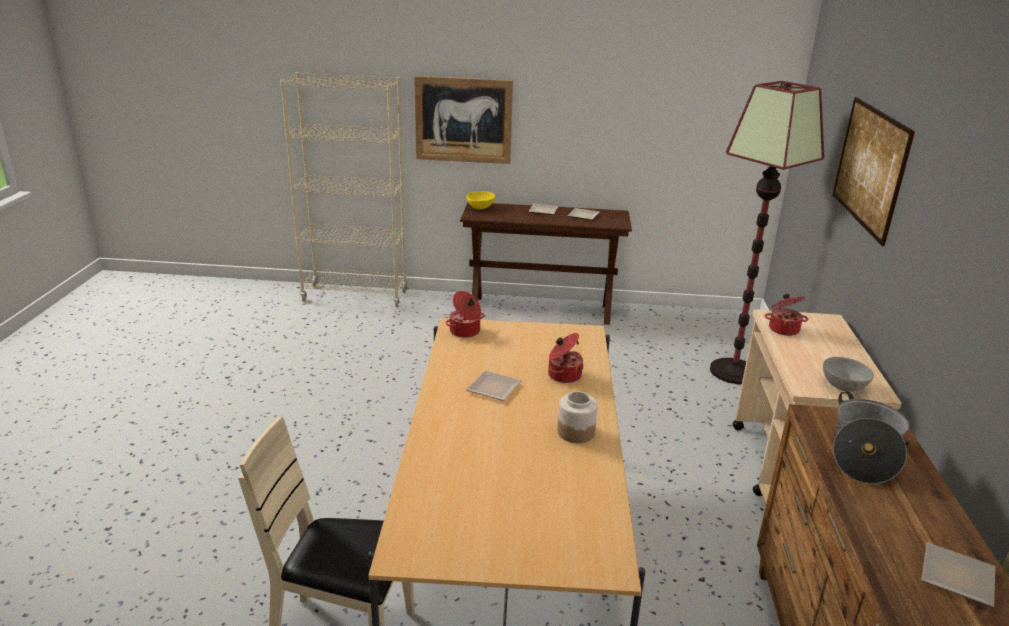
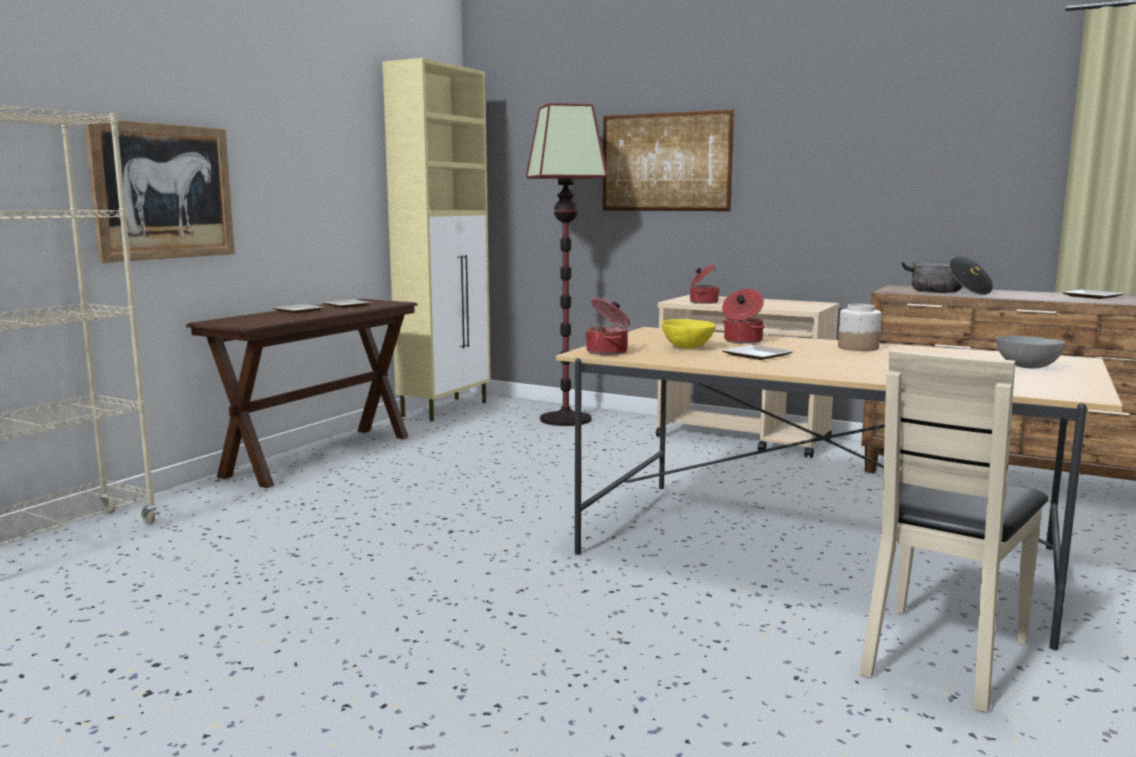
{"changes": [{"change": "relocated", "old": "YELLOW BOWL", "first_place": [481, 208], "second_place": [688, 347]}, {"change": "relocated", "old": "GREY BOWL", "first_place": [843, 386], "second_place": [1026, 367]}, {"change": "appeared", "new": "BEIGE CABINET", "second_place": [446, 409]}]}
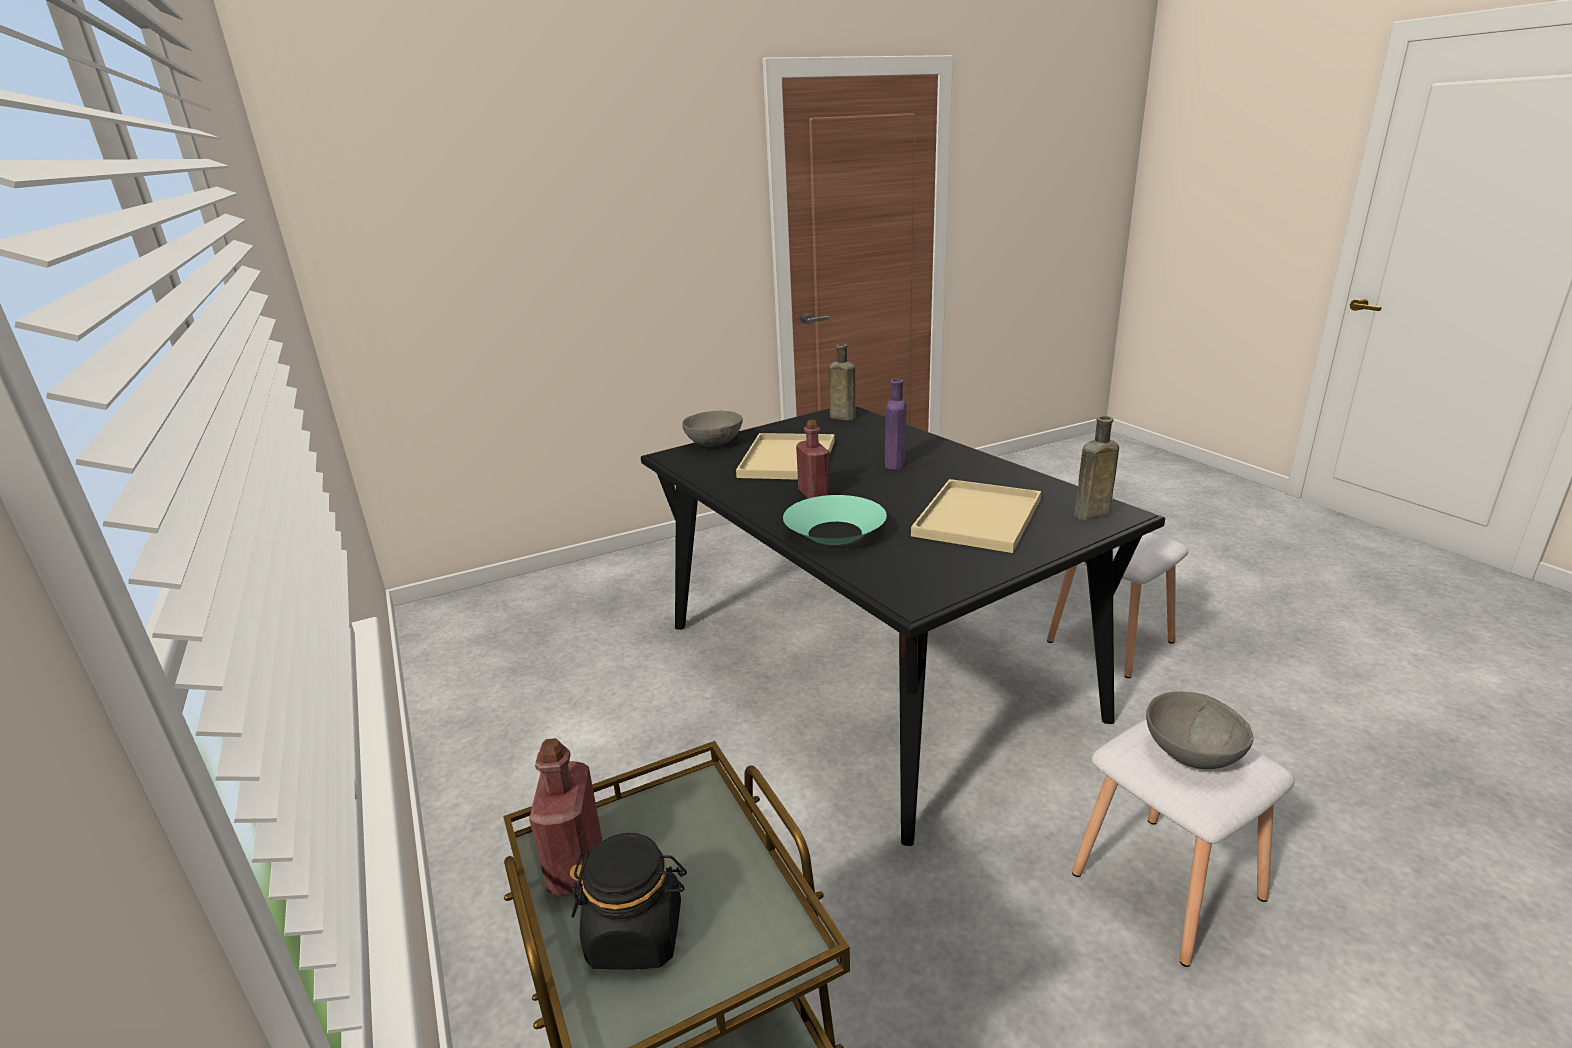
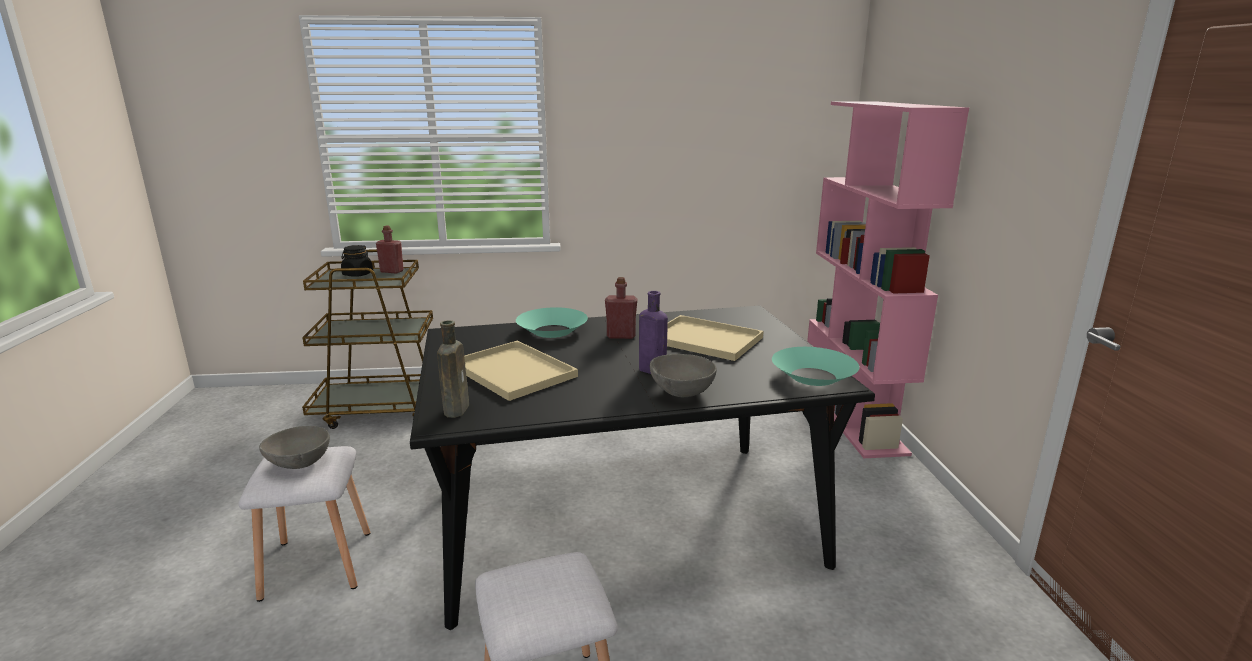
{"changes": [{"change": "relocated", "old": "GREY BOWL", "first_place": [714, 443], "second_place": [682, 393]}, {"change": "exchanged", "old": "BROWN BOTTLE", "new": "TURQUOISE BOWL", "first_place": [840, 417], "second_place": [813, 376]}, {"change": "appeared", "new": "PINK BOOKCASE", "second_place": [852, 416]}]}
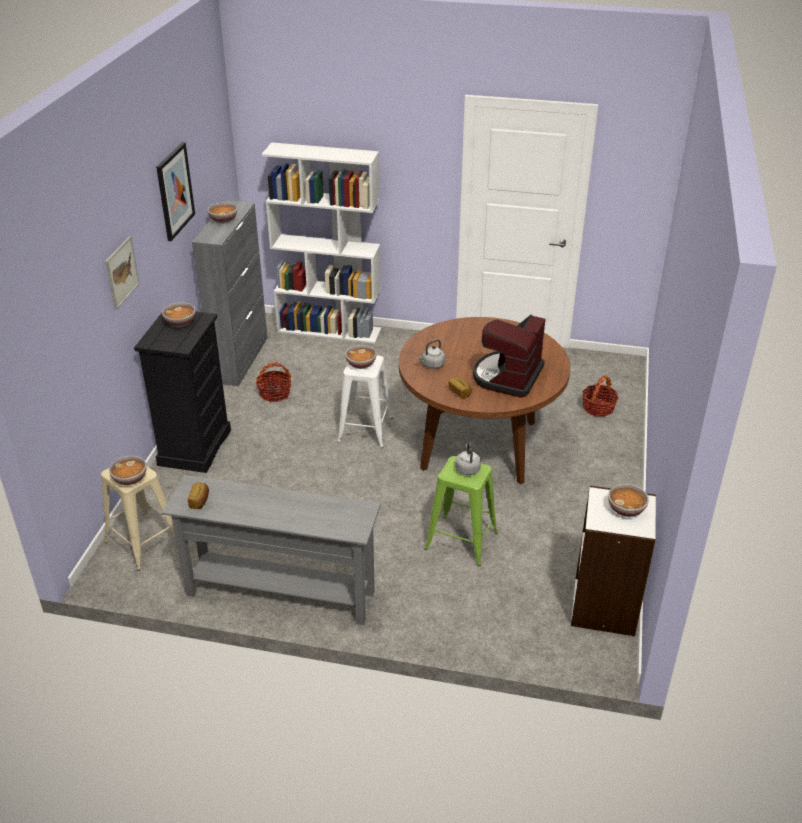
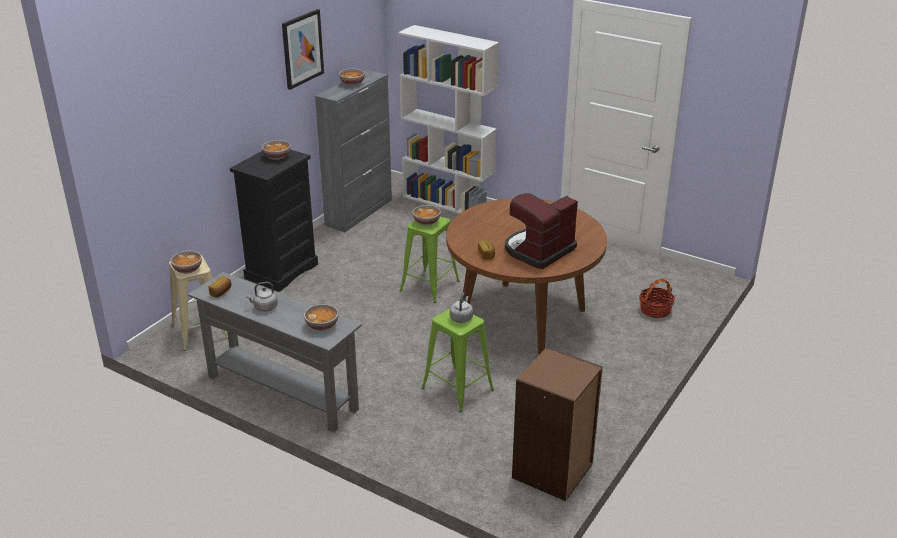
{"changes": [{"change": "missing", "old": "PICTURE", "first_place": [121, 272]}, {"change": "missing", "old": "BASKET", "first_place": [275, 393]}, {"change": "colour", "old": "WHITE STOOL", "new": "GREEN STOOL", "first_place": [365, 430], "second_place": [429, 286]}, {"change": "relocated", "old": "GREY KETTLE", "first_place": [432, 365], "second_place": [264, 307]}, {"change": "colour", "old": "WHITE BOOKCASE", "new": "BROWN BOOKCASE", "first_place": [605, 607], "second_place": [553, 471]}, {"change": "relocated", "old": "BOWL", "first_place": [626, 509], "second_place": [322, 325]}]}
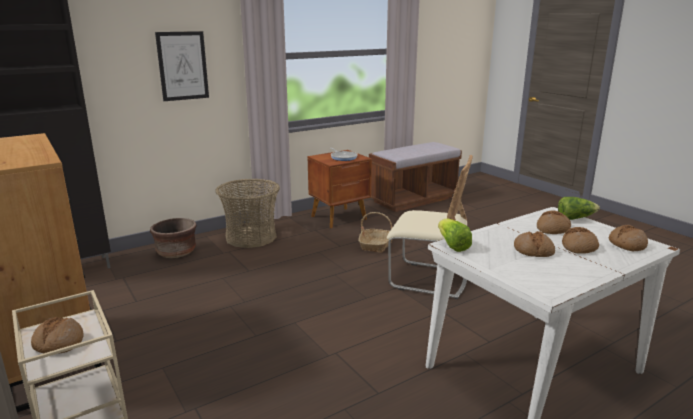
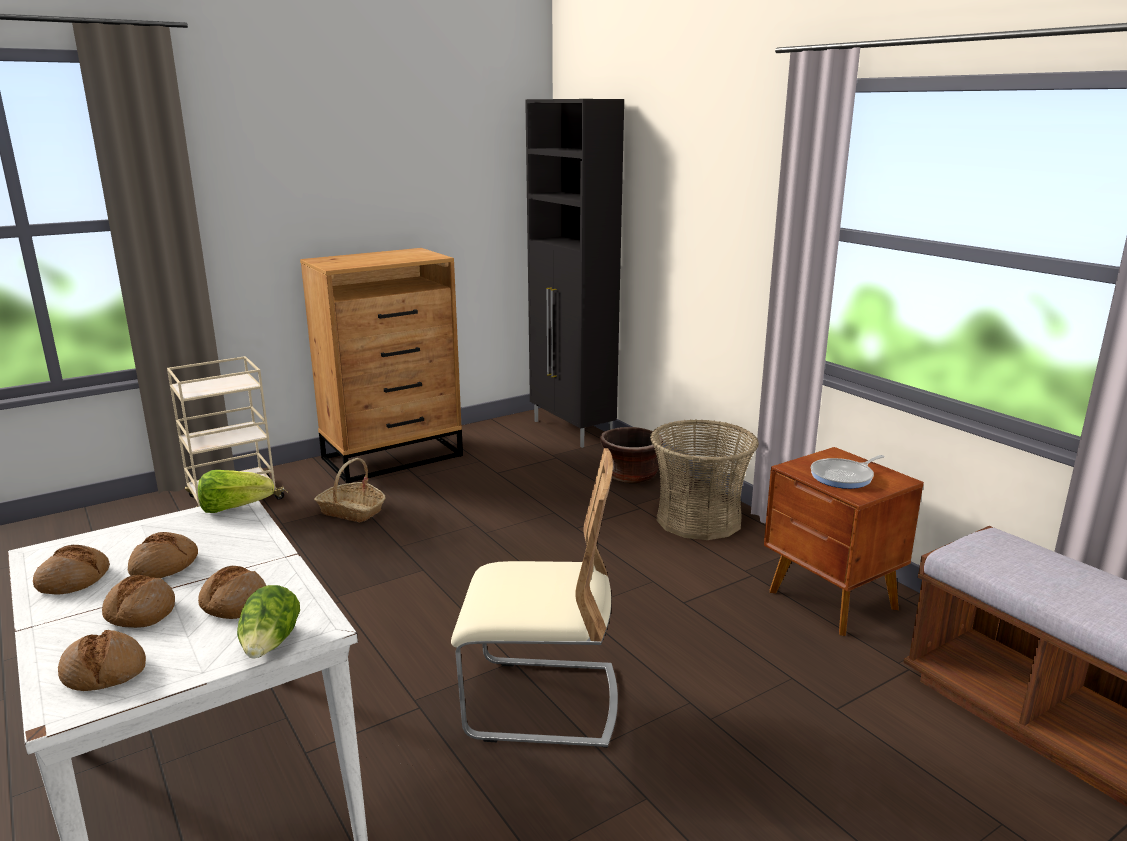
{"changes": [{"change": "relocated", "old": "BREAD", "first_place": [58, 343], "second_place": [74, 580]}, {"change": "missing", "old": "PICTURE", "first_place": [183, 66]}, {"change": "relocated", "old": "BASKET", "first_place": [376, 245], "second_place": [351, 511]}, {"change": "spun", "old": "BEIGE CHAIR", "first_place": [428, 279], "second_place": [541, 702], "degrees": -105}]}
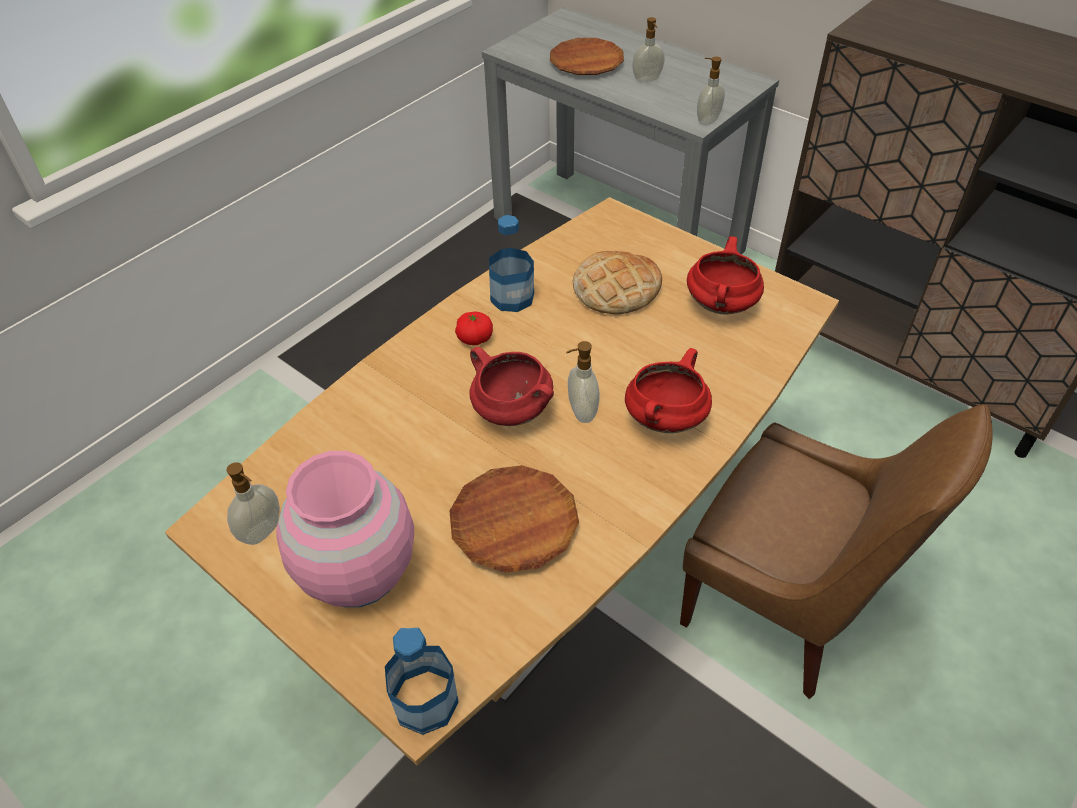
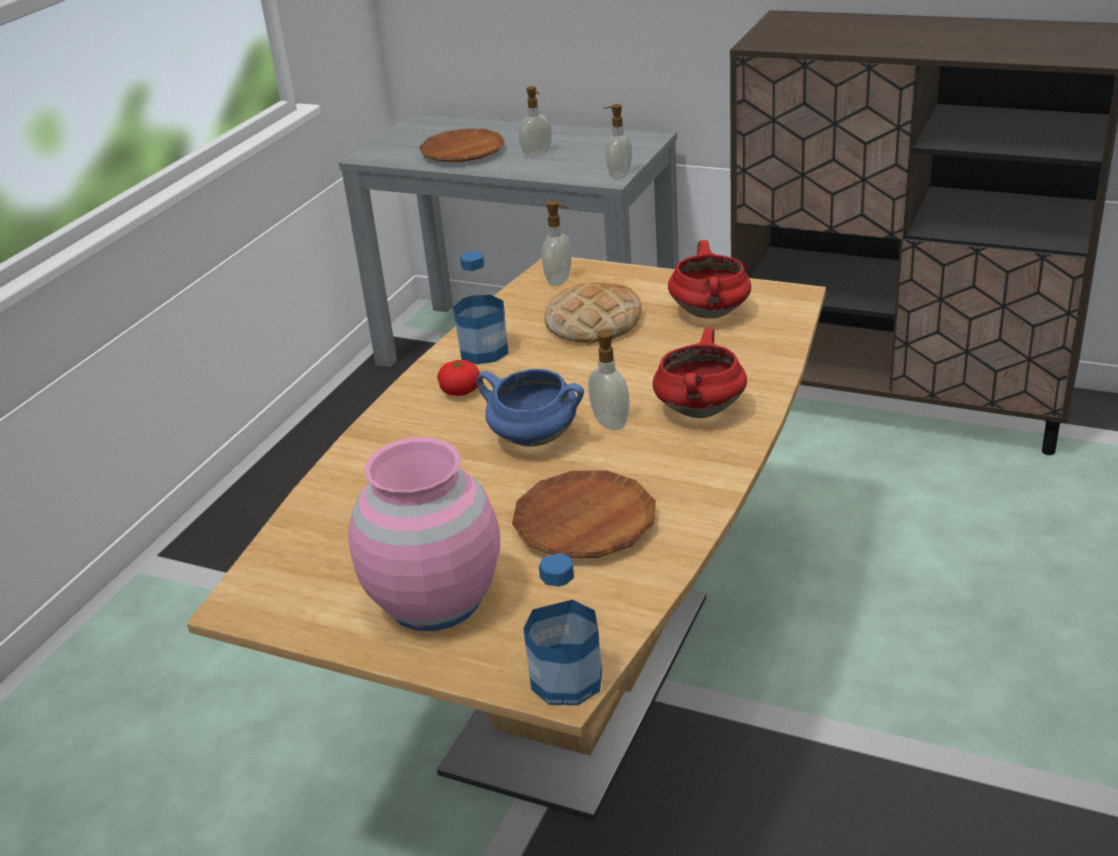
{"changes": [{"change": "relocated", "old": "SOAP DISPENSER", "first_place": [263, 532], "second_place": [560, 280]}, {"change": "colour", "old": "RED COOKING POT", "new": "BLUE COOKING POT", "first_place": [510, 411], "second_place": [532, 439]}, {"change": "missing", "old": "BROWN CHAIR", "first_place": [785, 606]}]}
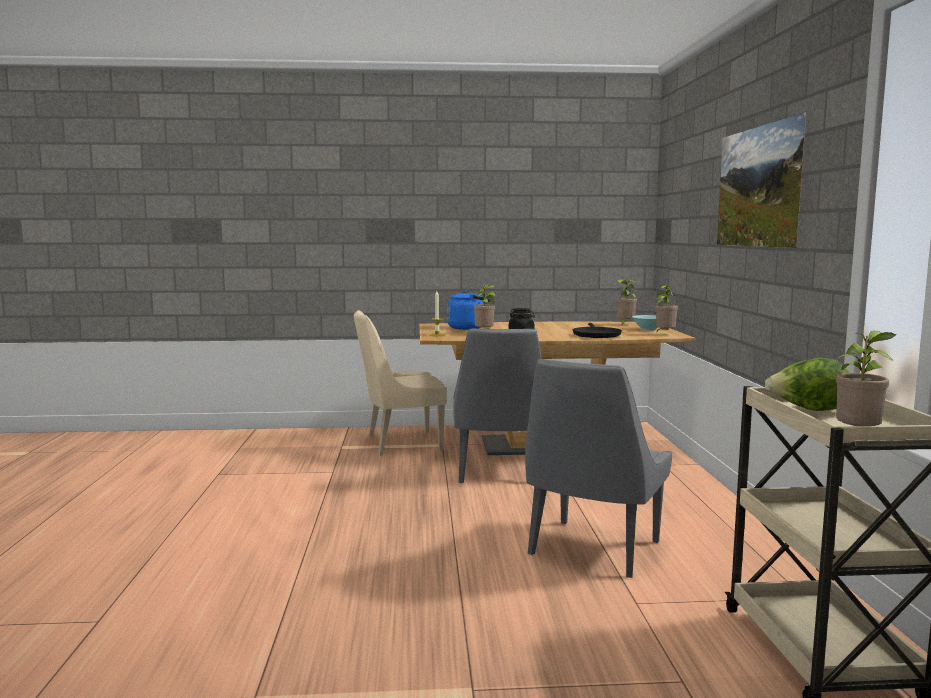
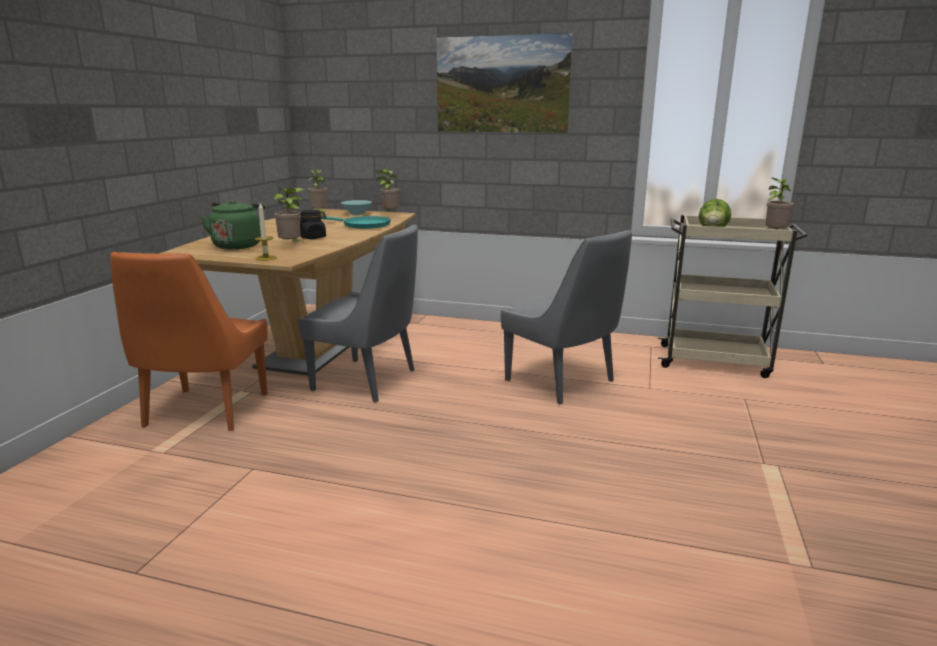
{"changes": [{"change": "colour", "old": "BEIGE CHAIR", "new": "ORANGE CHAIR", "first_place": [401, 444], "second_place": [204, 412]}, {"change": "colour", "old": "BLUE KETTLE", "new": "GREEN KETTLE", "first_place": [469, 328], "second_place": [238, 245]}, {"change": "colour", "old": "BLACK FRYING PAN", "new": "TURQUOISE FRYING PAN", "first_place": [596, 335], "second_place": [363, 225]}]}
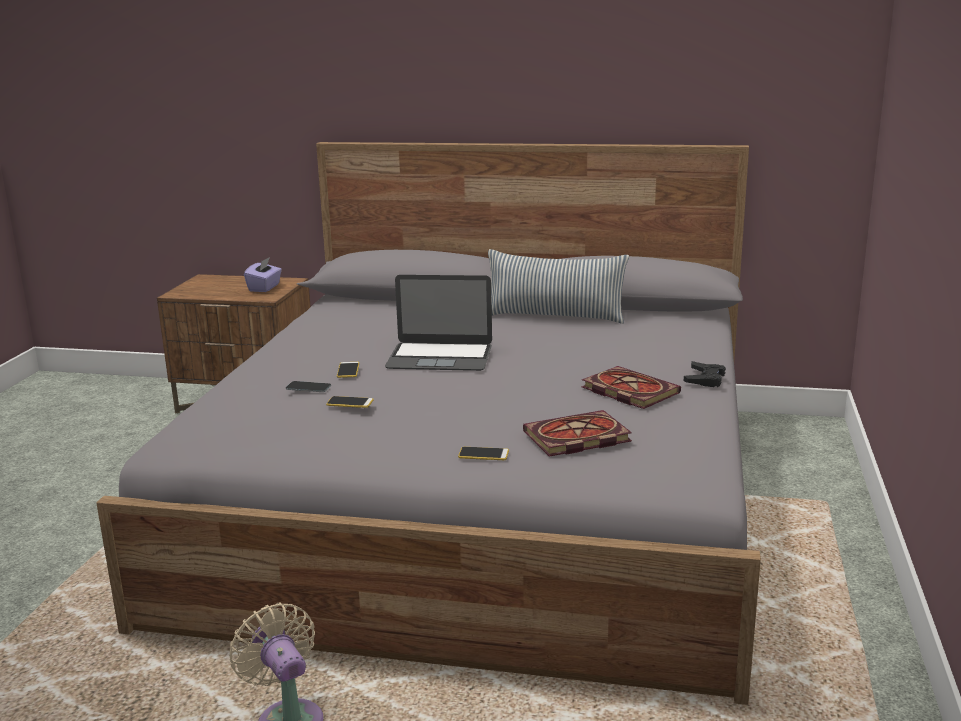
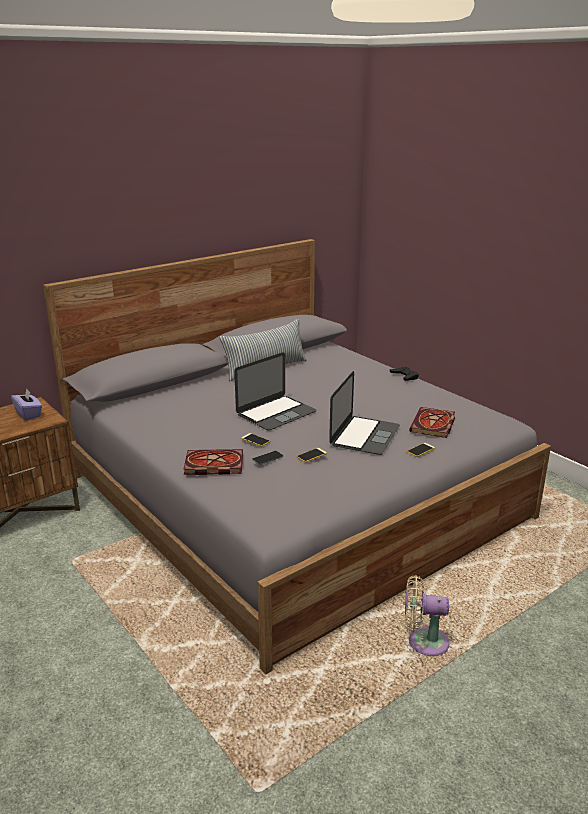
{"changes": [{"change": "relocated", "old": "BOOK", "first_place": [627, 391], "second_place": [212, 465]}, {"change": "appeared", "new": "LAPTOP", "second_place": [364, 435]}]}
